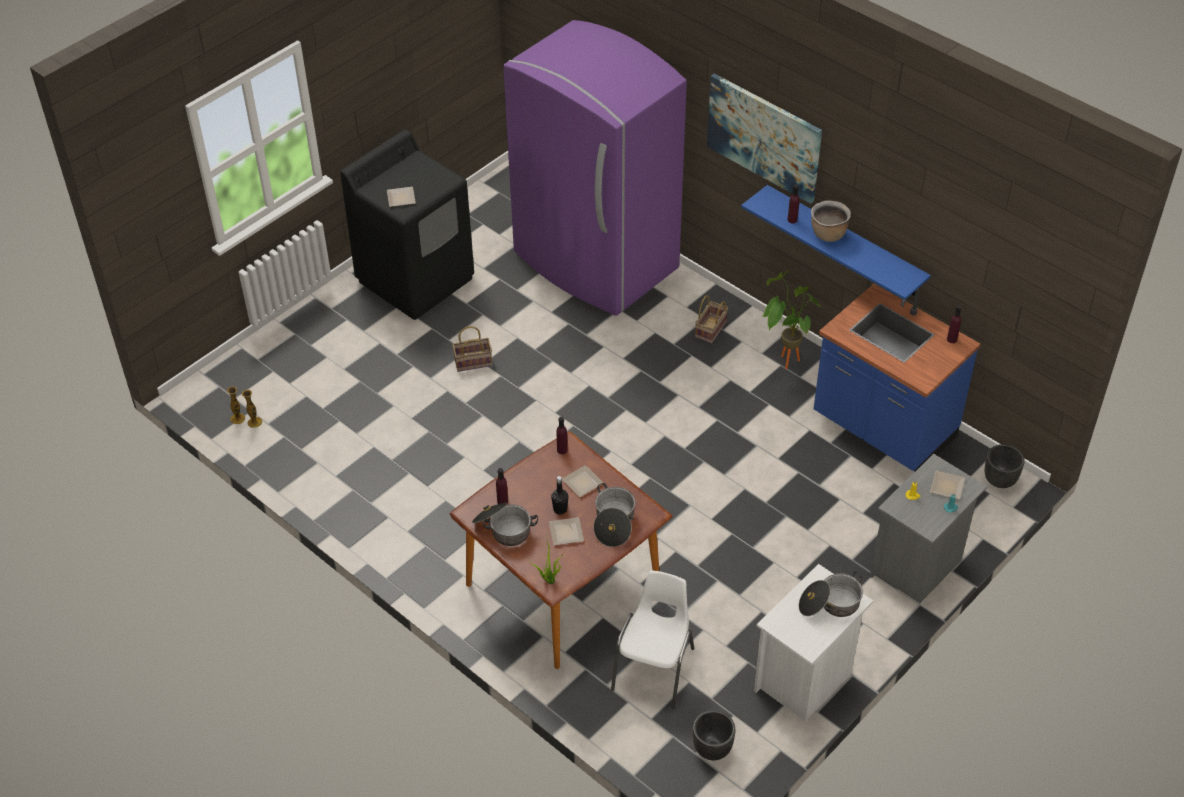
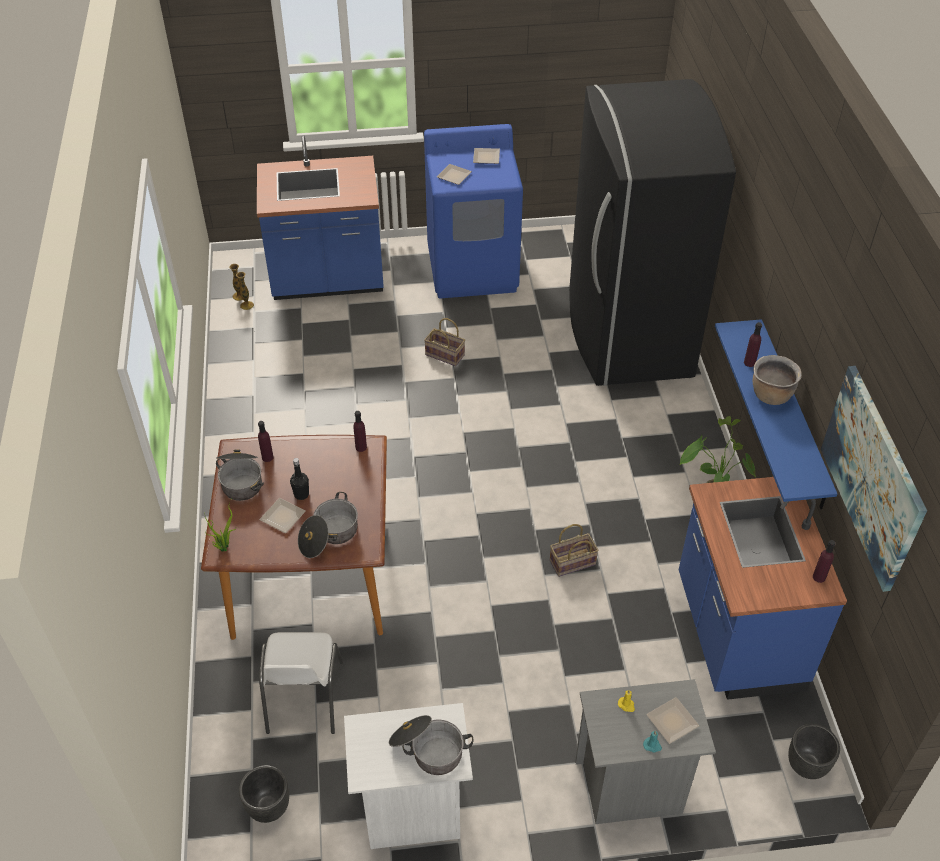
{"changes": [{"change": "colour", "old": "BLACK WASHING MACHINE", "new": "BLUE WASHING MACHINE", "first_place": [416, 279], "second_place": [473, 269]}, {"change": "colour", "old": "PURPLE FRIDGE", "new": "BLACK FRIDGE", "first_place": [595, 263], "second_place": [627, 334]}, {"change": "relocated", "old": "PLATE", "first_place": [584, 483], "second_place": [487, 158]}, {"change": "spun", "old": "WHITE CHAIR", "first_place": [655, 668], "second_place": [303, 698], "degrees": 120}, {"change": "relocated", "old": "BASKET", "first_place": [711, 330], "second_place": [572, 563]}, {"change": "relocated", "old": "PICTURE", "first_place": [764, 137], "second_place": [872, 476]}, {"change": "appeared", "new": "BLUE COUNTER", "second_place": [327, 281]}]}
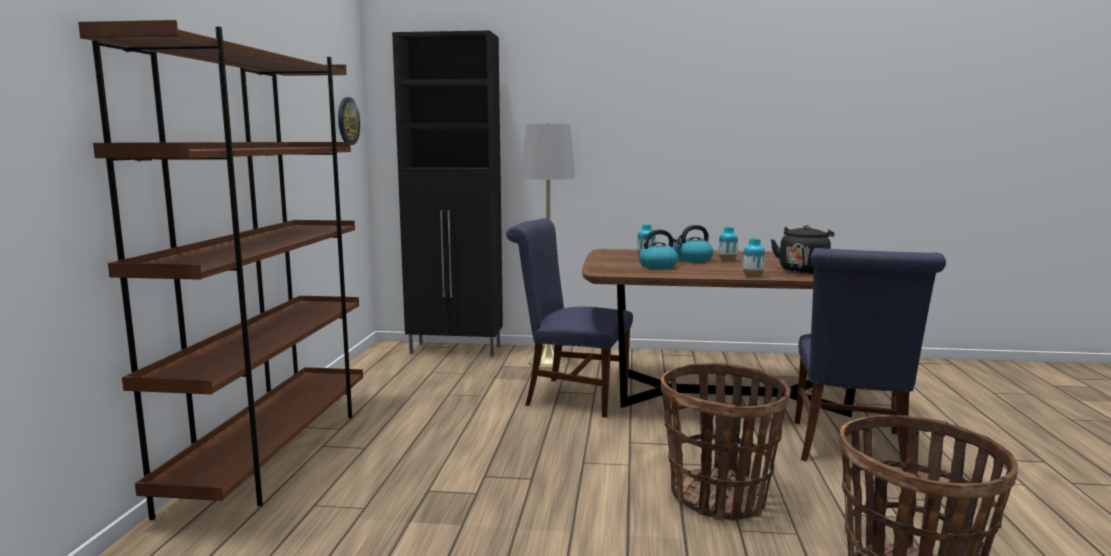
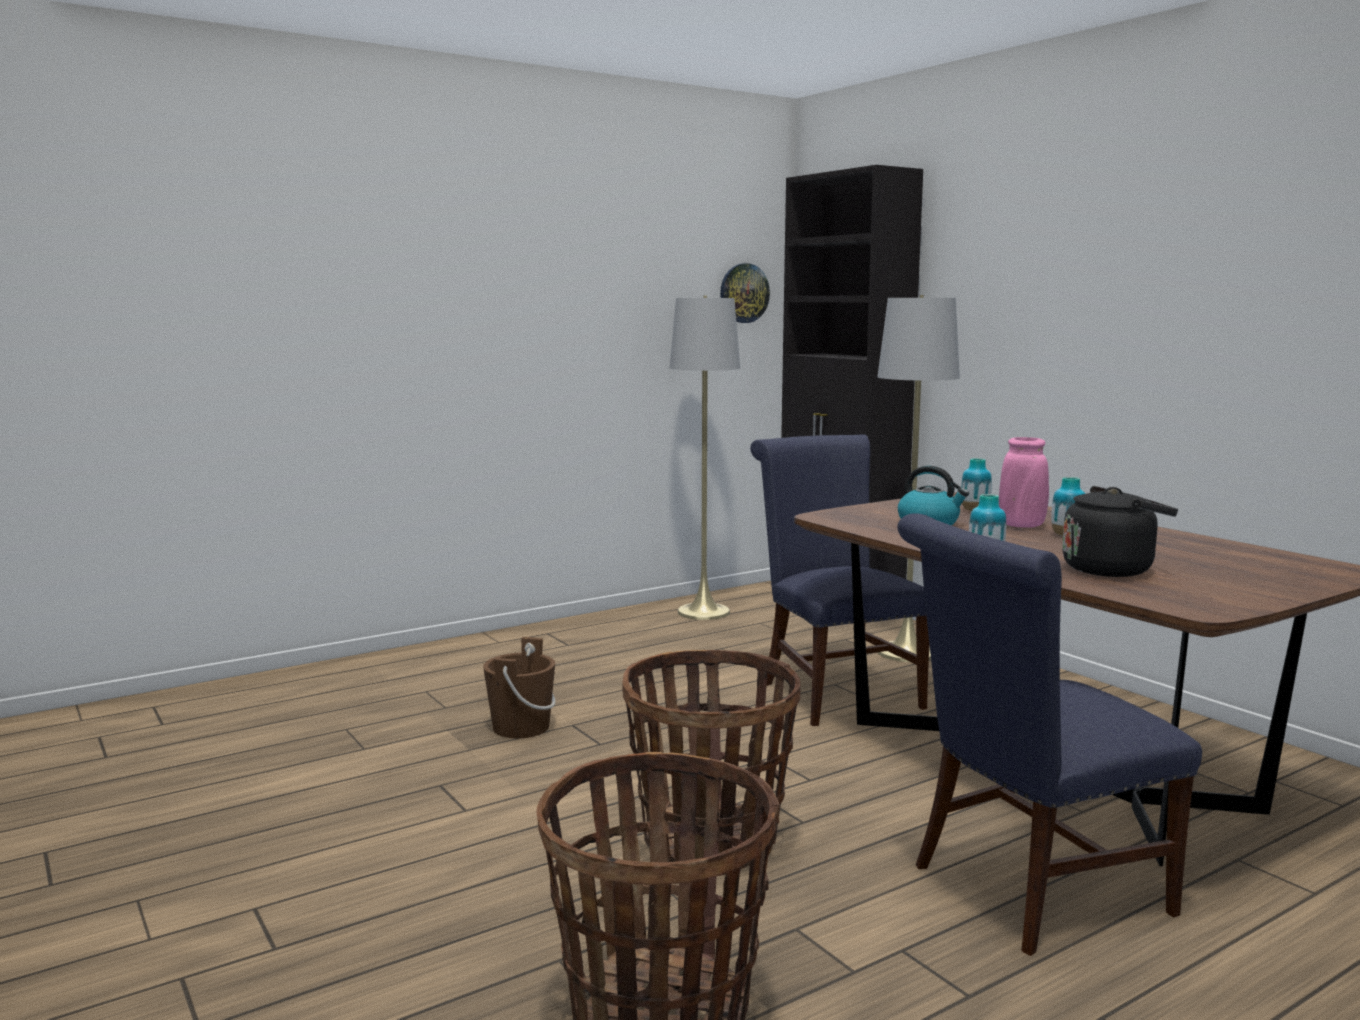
{"changes": [{"change": "missing", "old": "BROWN BOOKCASE", "first_place": [274, 453]}, {"change": "exchanged", "old": "KETTLE", "new": "PINK VASE", "first_place": [693, 259], "second_place": [1021, 526]}, {"change": "appeared", "new": "BROWN BUCKET", "second_place": [521, 727]}, {"change": "appeared", "new": "GREY FLOOR LAMP", "second_place": [703, 612]}]}
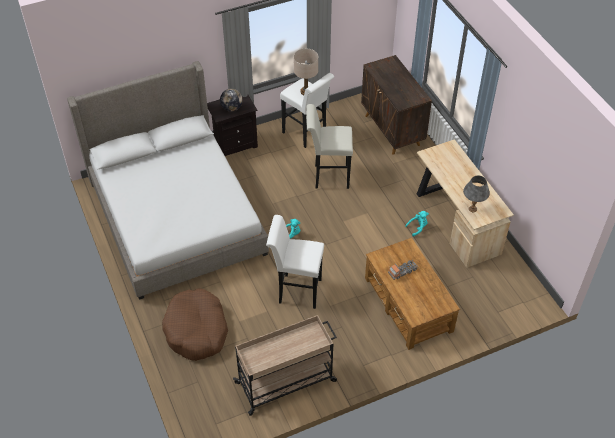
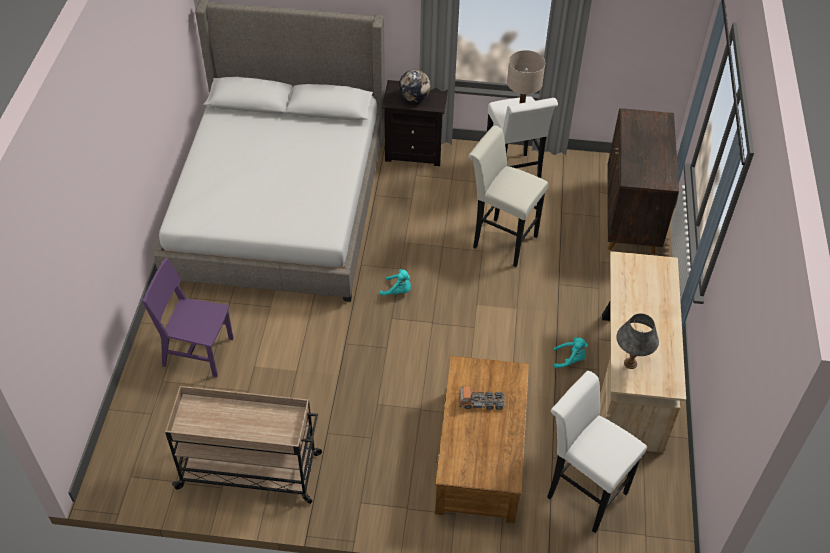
{"changes": [{"change": "exchanged", "old": "BROWN DOG BED", "new": "PURPLE CHAIR", "first_place": [196, 330], "second_place": [198, 351]}, {"change": "relocated", "old": "WHITE STOOL", "first_place": [296, 290], "second_place": [582, 491]}]}
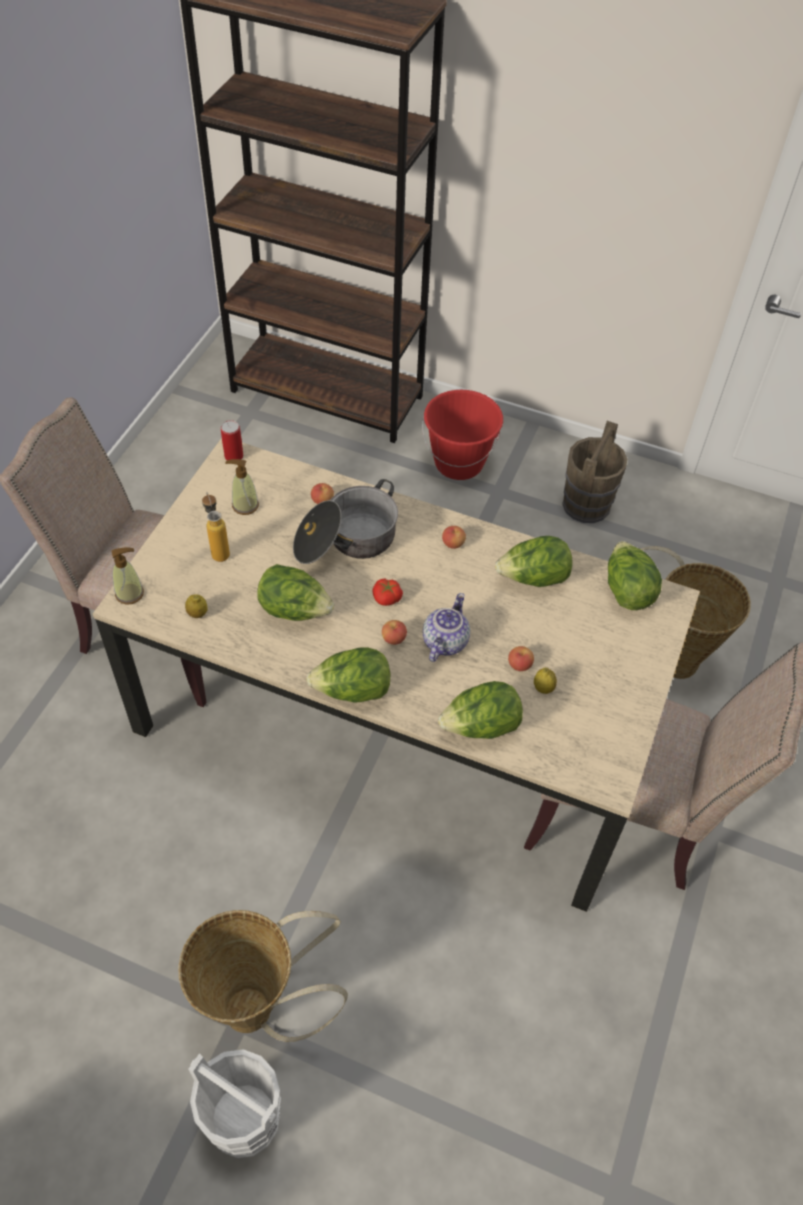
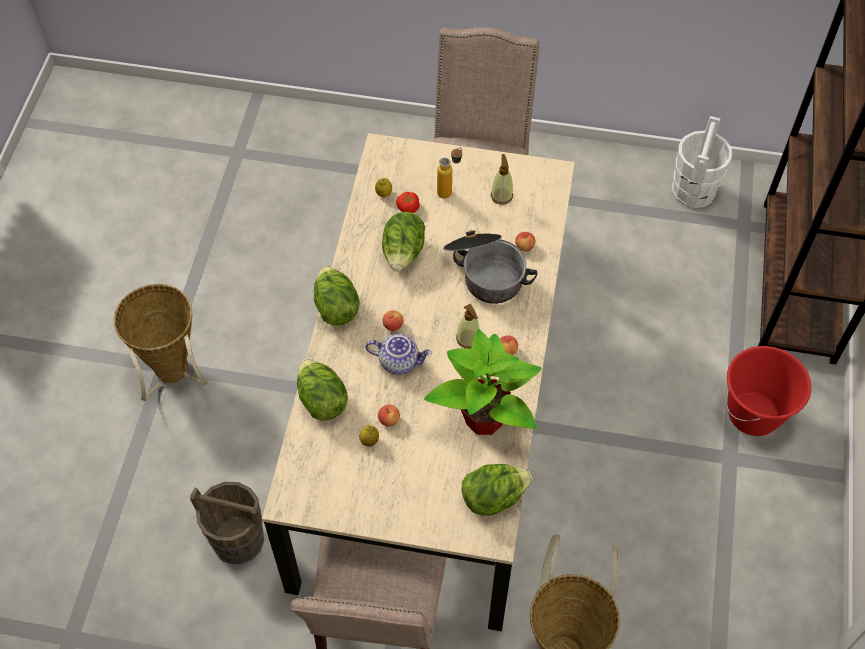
{"changes": [{"change": "relocated", "old": "SOAP DISPENSER", "first_place": [130, 593], "second_place": [468, 339]}, {"change": "relocated", "old": "WHITE BUCKET", "first_place": [243, 1118], "second_place": [693, 190]}, {"change": "missing", "old": "CAN", "first_place": [234, 456]}, {"change": "relocated", "old": "TOMATO", "first_place": [387, 598], "second_place": [408, 208]}, {"change": "exchanged", "old": "LETTUCE", "new": "POTTED PLANT", "first_place": [533, 578], "second_place": [485, 418]}, {"change": "relocated", "old": "BROWN BUCKET", "first_place": [586, 505], "second_place": [238, 540]}]}
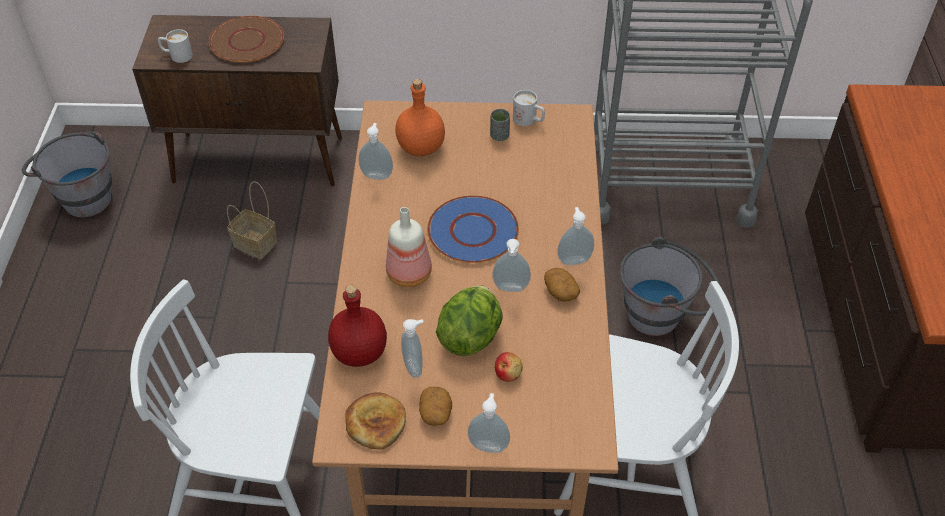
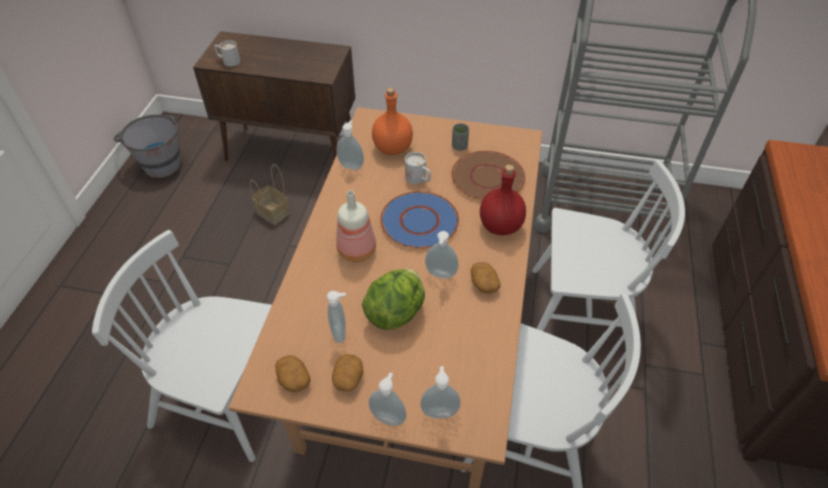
{"changes": [{"change": "relocated", "old": "BROWN PLATE", "first_place": [247, 41], "second_place": [488, 178]}, {"change": "relocated", "old": "RED BOTTLE", "first_place": [360, 351], "second_place": [500, 225]}, {"change": "exchanged", "old": "BREAD", "new": "POTATO", "first_place": [375, 422], "second_place": [293, 379]}, {"change": "missing", "old": "APPLE", "first_place": [508, 373]}, {"change": "relocated", "old": "WHITE MUG", "first_place": [529, 120], "second_place": [419, 179]}, {"change": "relocated", "old": "SOAP DISPENSER", "first_place": [574, 259], "second_place": [439, 411]}, {"change": "exchanged", "old": "GREY BUCKET", "new": "WHITE CHAIR", "first_place": [664, 314], "second_place": [581, 312]}]}
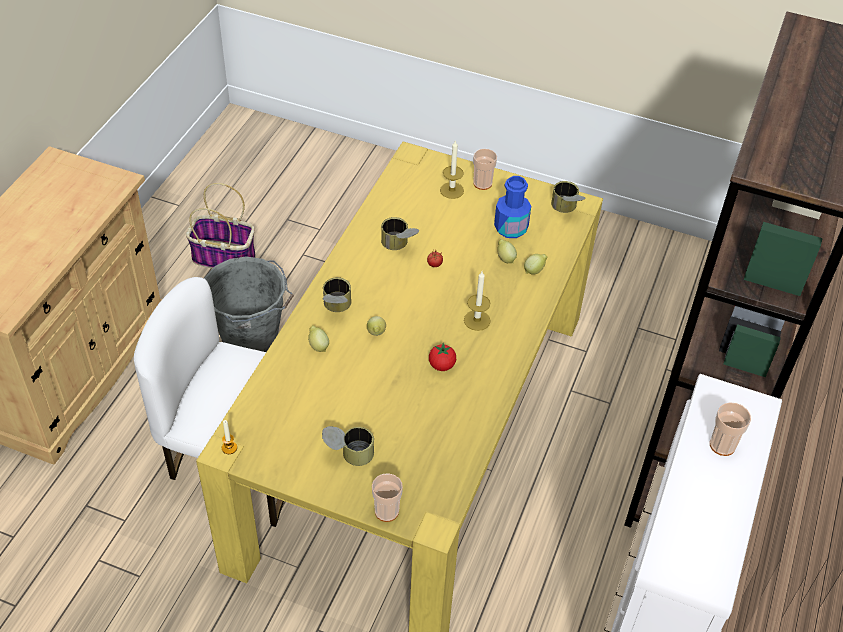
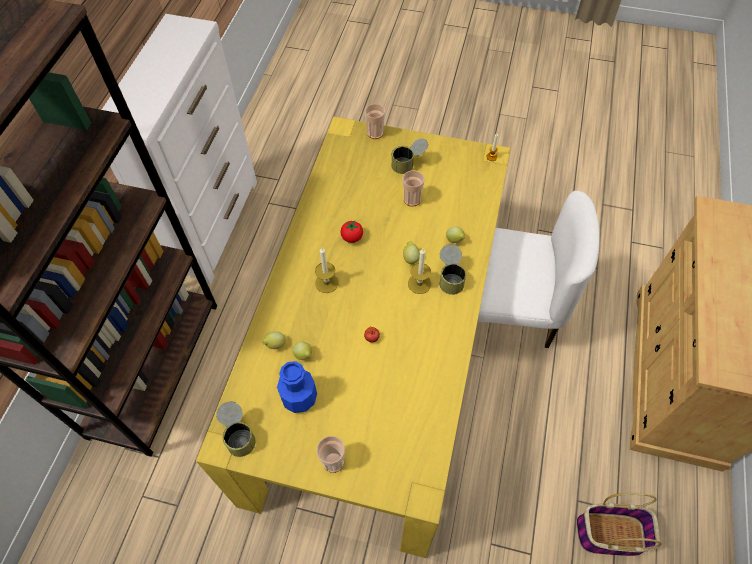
{"changes": [{"change": "missing", "old": "GREY BUCKET", "first_place": [252, 339]}, {"change": "missing", "old": "CAN", "first_place": [399, 245]}, {"change": "relocated", "old": "CANDLE", "first_place": [452, 190], "second_place": [419, 283]}, {"change": "relocated", "old": "CUP", "first_place": [722, 445], "second_place": [412, 200]}]}
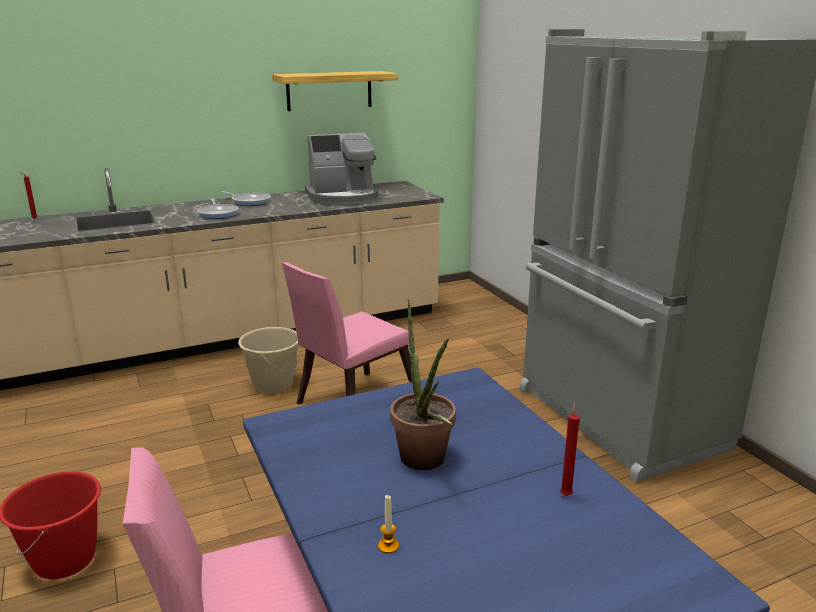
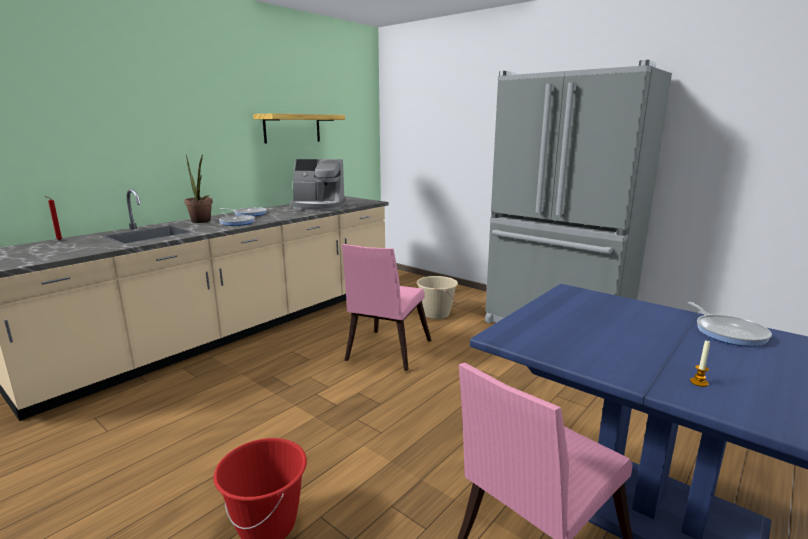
{"changes": [{"change": "relocated", "old": "BEIGE BUCKET", "first_place": [273, 385], "second_place": [436, 314]}, {"change": "spun", "old": "COFFEE MACHINE", "first_place": [343, 197], "second_place": [318, 206], "degrees": 45}, {"change": "relocated", "old": "POTTED PLANT", "first_place": [425, 463], "second_place": [202, 222]}, {"change": "exchanged", "old": "RED CANDLE", "new": "FRYING PAN", "first_place": [566, 494], "second_place": [728, 332]}]}
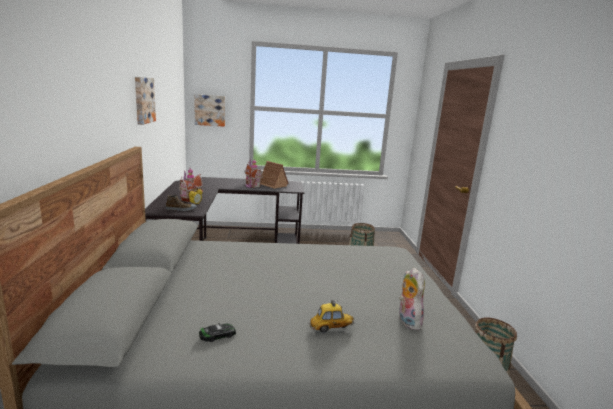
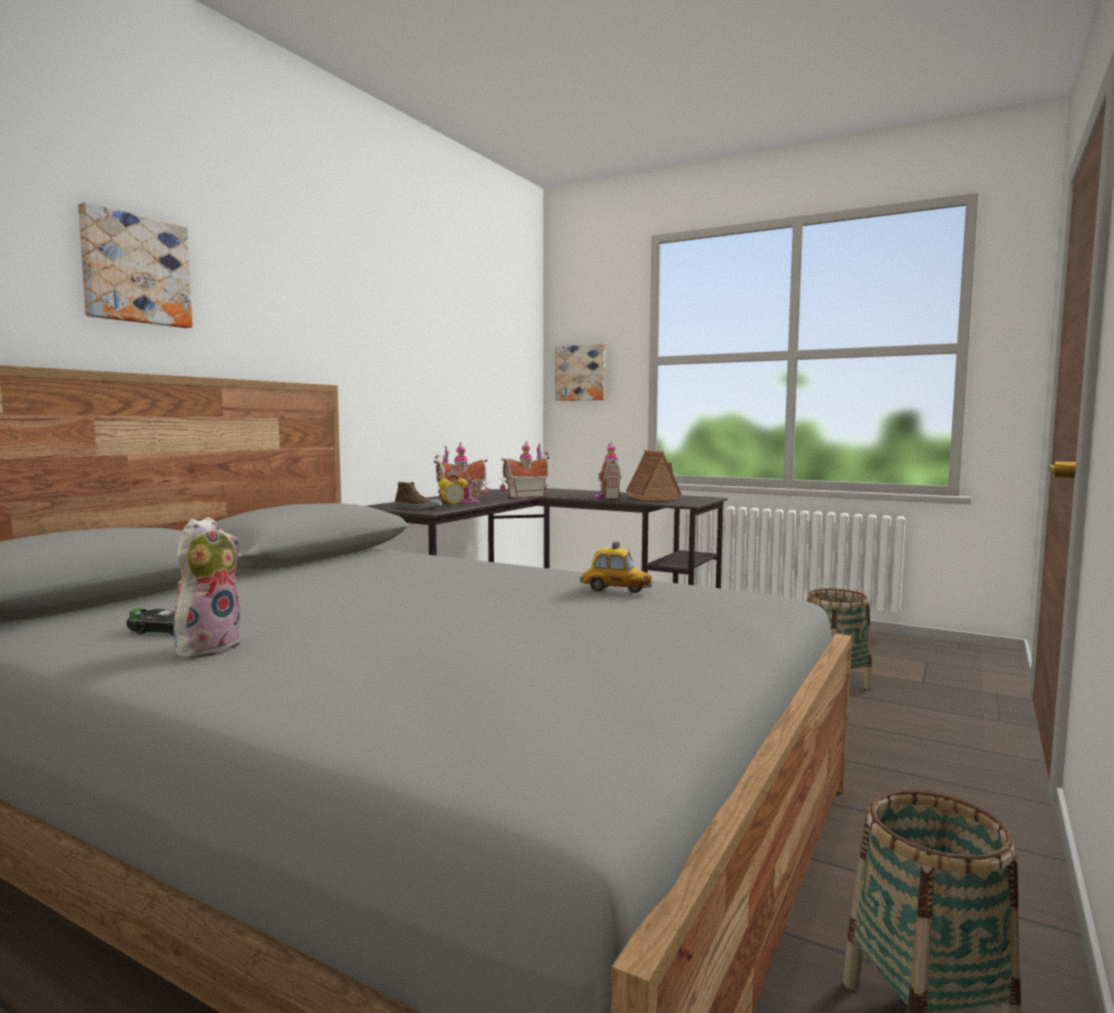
{"changes": [{"change": "relocated", "old": "PICTURE", "first_place": [143, 100], "second_place": [135, 270]}, {"change": "relocated", "old": "TOY CAR", "first_place": [331, 328], "second_place": [615, 590]}, {"change": "relocated", "old": "PLUSH TOY", "first_place": [407, 321], "second_place": [208, 647]}, {"change": "appeared", "new": "TOY HOUSE", "second_place": [524, 496]}]}
